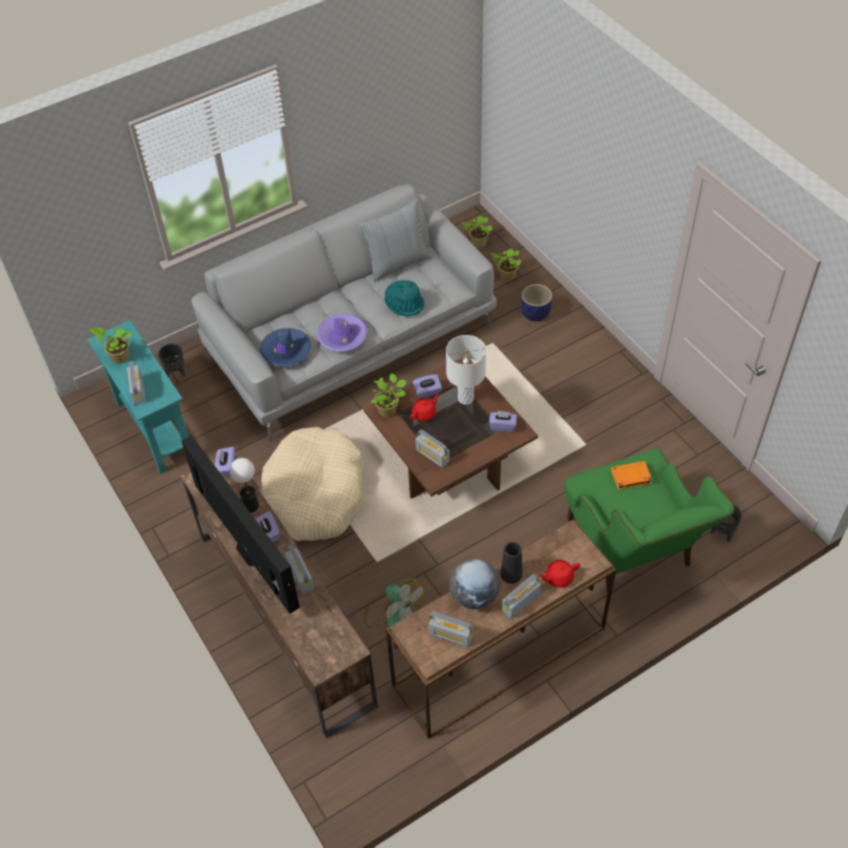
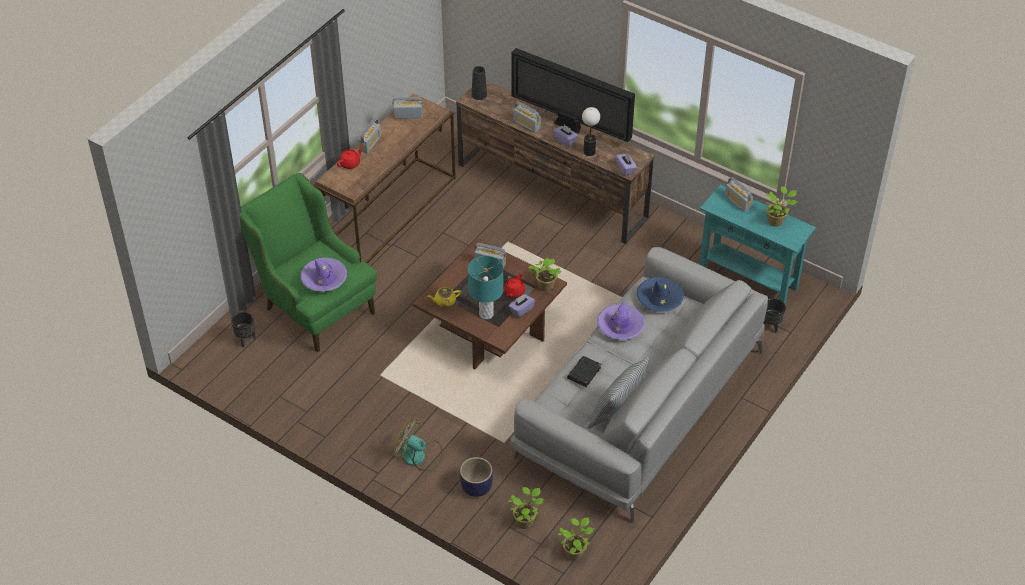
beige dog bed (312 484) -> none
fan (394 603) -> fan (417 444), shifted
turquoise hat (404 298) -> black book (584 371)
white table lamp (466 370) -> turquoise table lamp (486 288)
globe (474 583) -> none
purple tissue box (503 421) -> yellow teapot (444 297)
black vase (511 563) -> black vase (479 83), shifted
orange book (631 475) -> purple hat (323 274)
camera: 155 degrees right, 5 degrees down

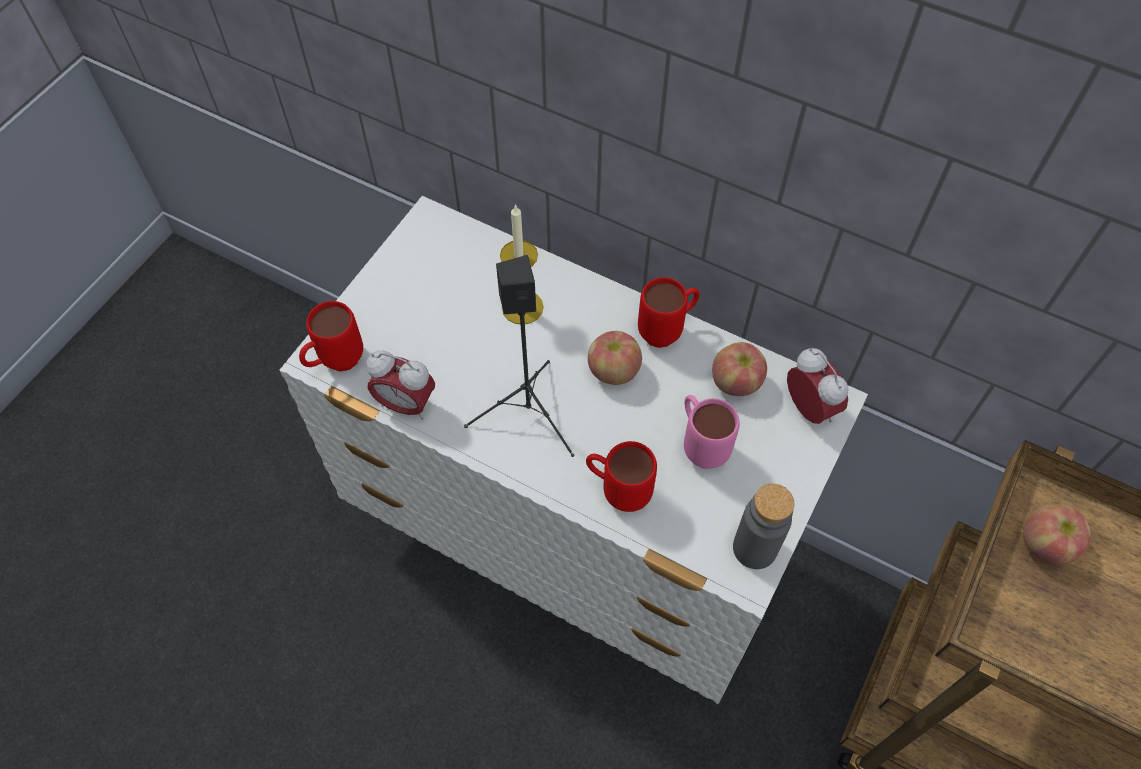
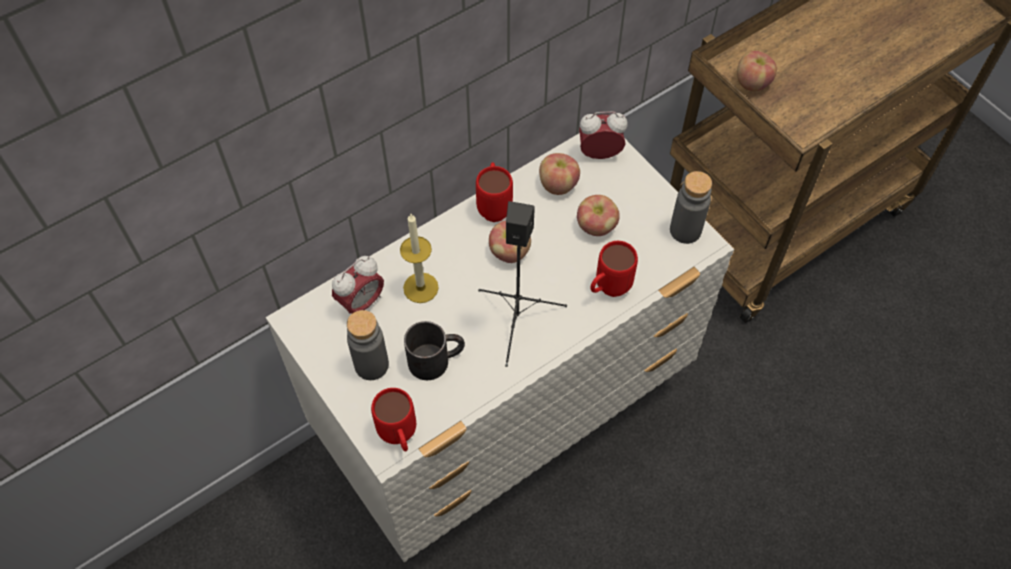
alarm clock (400 385) -> alarm clock (358 285), shifted
pink mug (712 432) -> apple (598 215)
none -> grey bottle (368 345)
none -> black mug (434 350)
camera: 65 degrees left, 0 degrees up

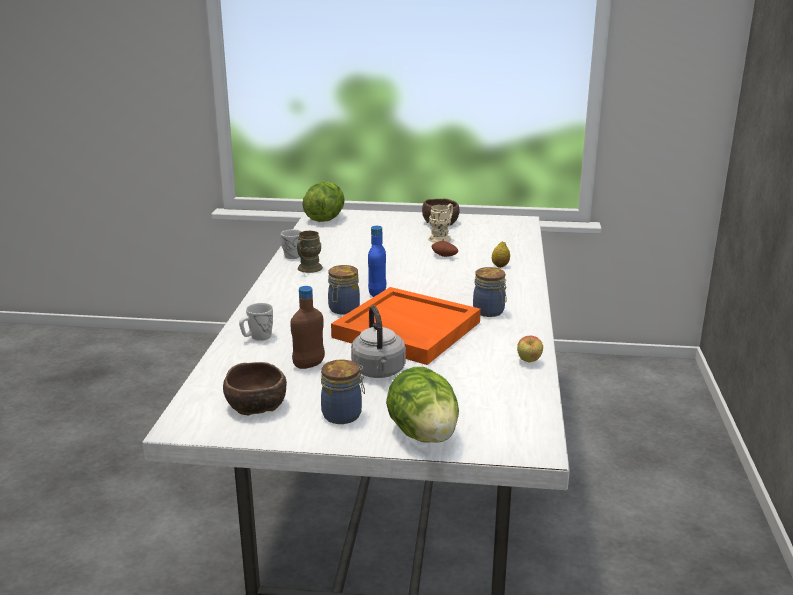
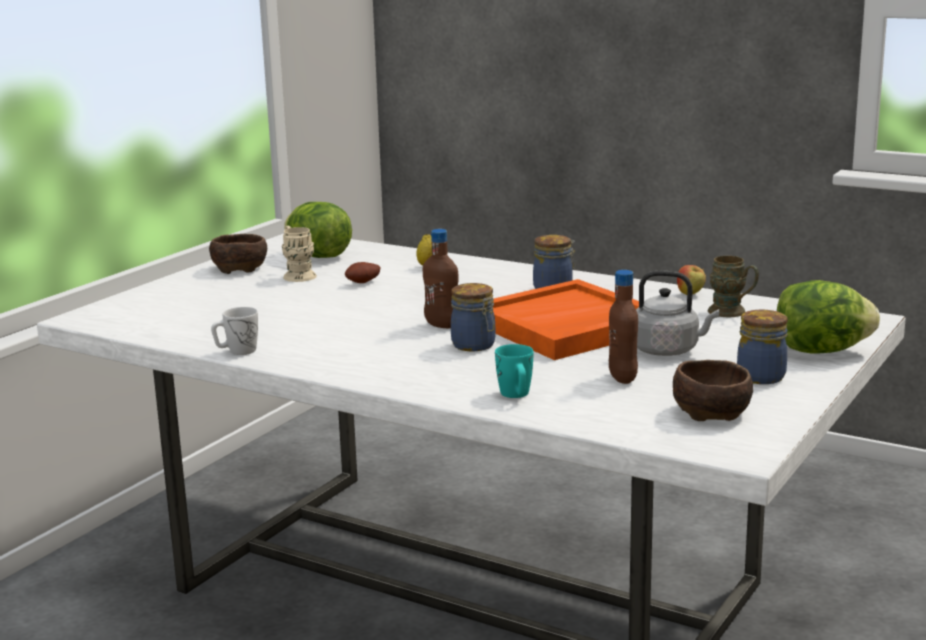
white mug (256 322) -> turquoise mug (514 371)
brown mug (310 252) -> brown mug (733 286), shifted
lettuce (323 201) -> lettuce (318 230), shifted
blue bottle (377 261) -> brown bottle (441 278)
camera: 65 degrees left, 5 degrees down

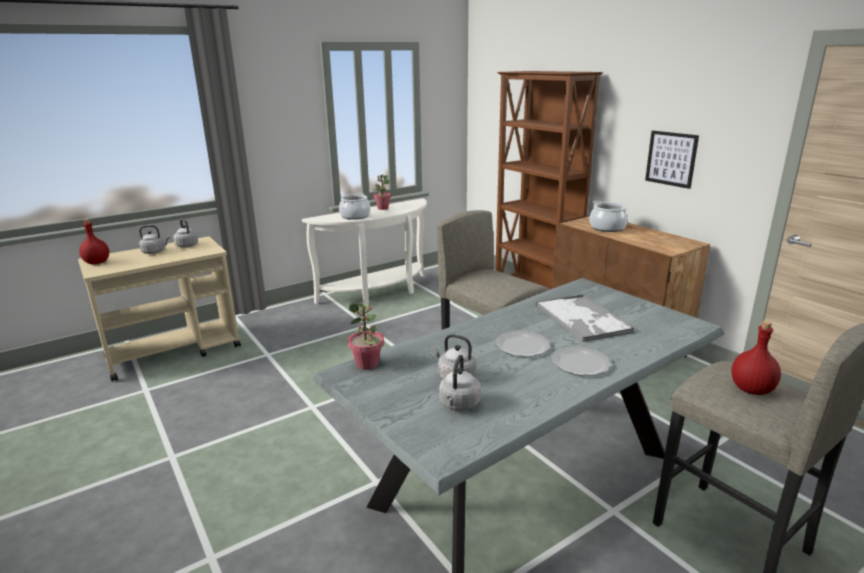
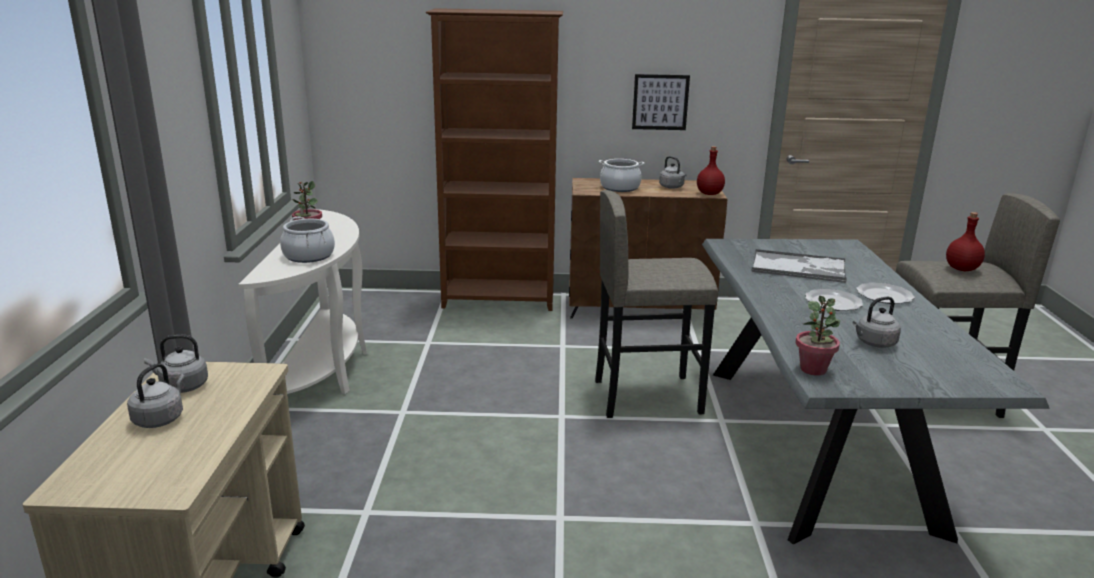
red bottle (94 242) -> red bottle (711 170), shifted
grey kettle (460 383) -> grey kettle (673 172), shifted
camera: 55 degrees left, 0 degrees up

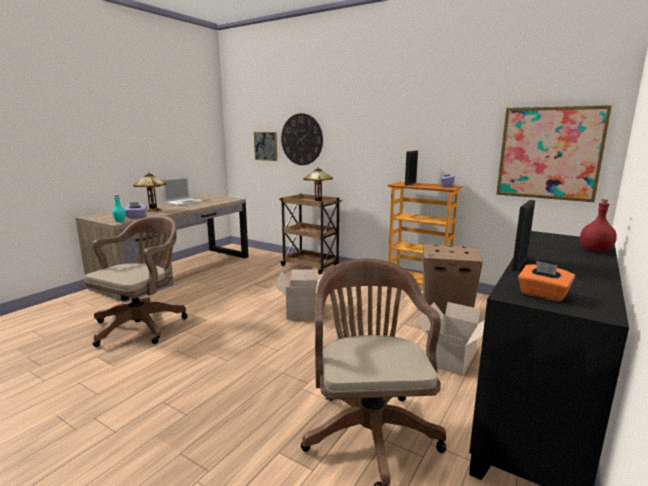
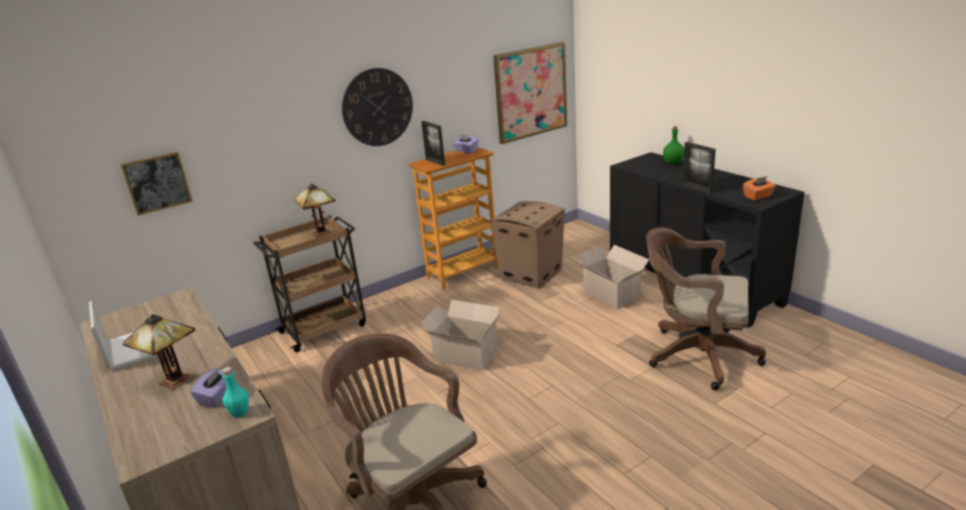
wall clock (302 139) -> wall clock (377 107), shifted
red bottle (598 225) -> green bottle (673 145)
camera: 65 degrees left, 10 degrees up

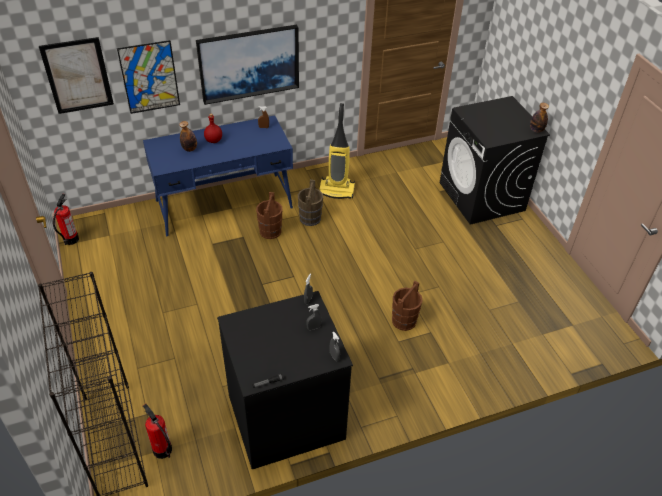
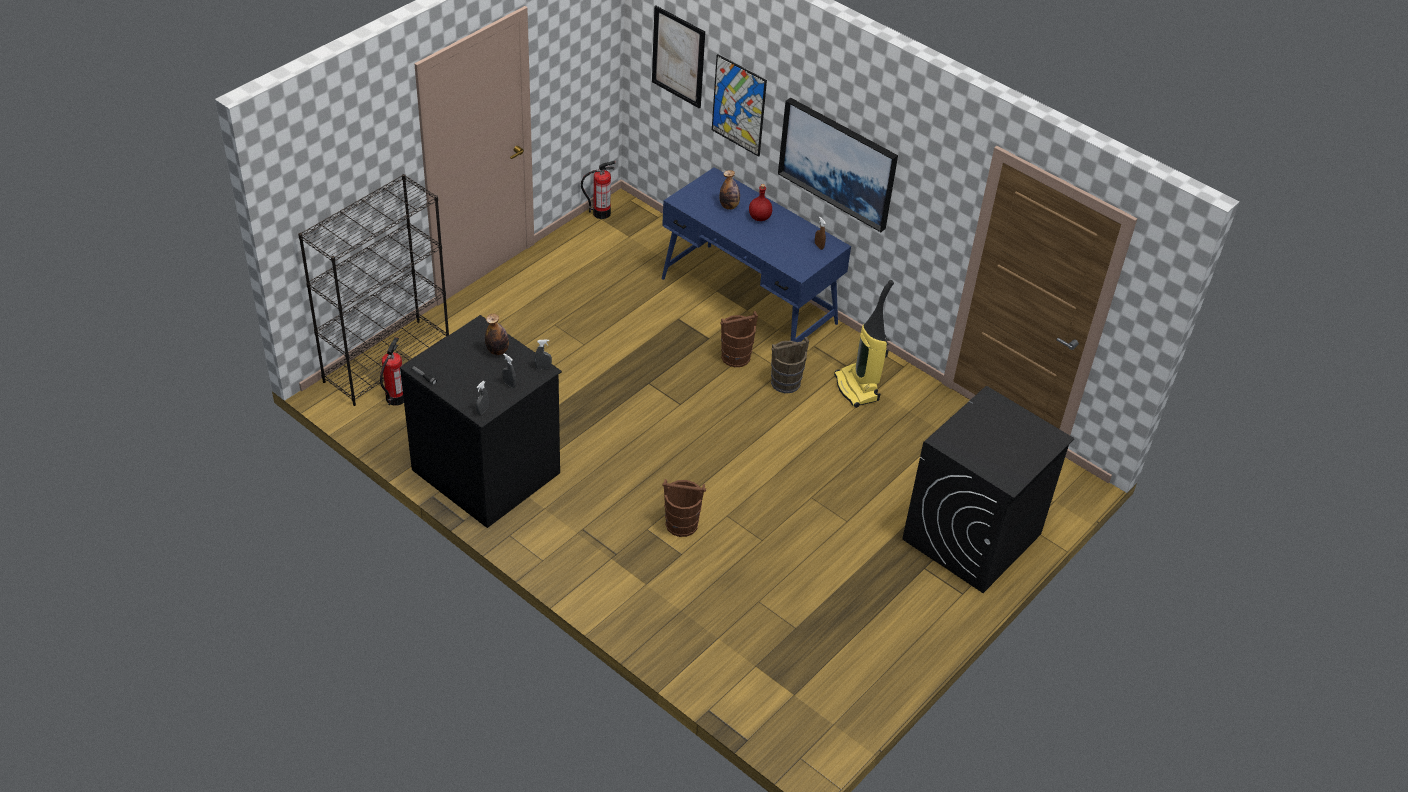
bottle (539 118) -> bottle (497 334), shifted
camera: 60 degrees right, 0 degrees up

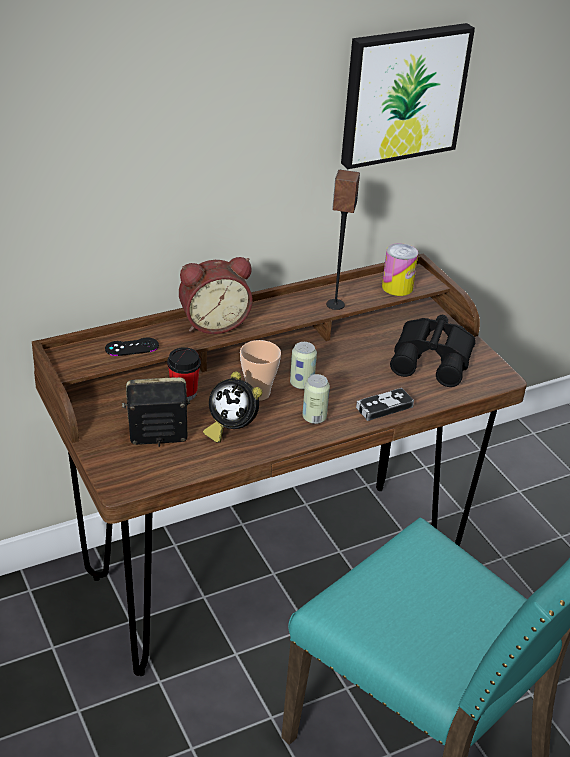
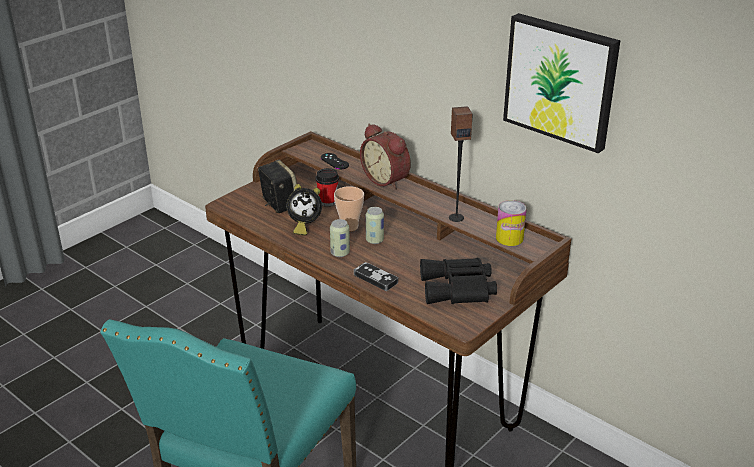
alarm clock (232 407) -> alarm clock (304 210), 105 degrees counterclockwise
camera: 70 degrees right, 5 degrees down

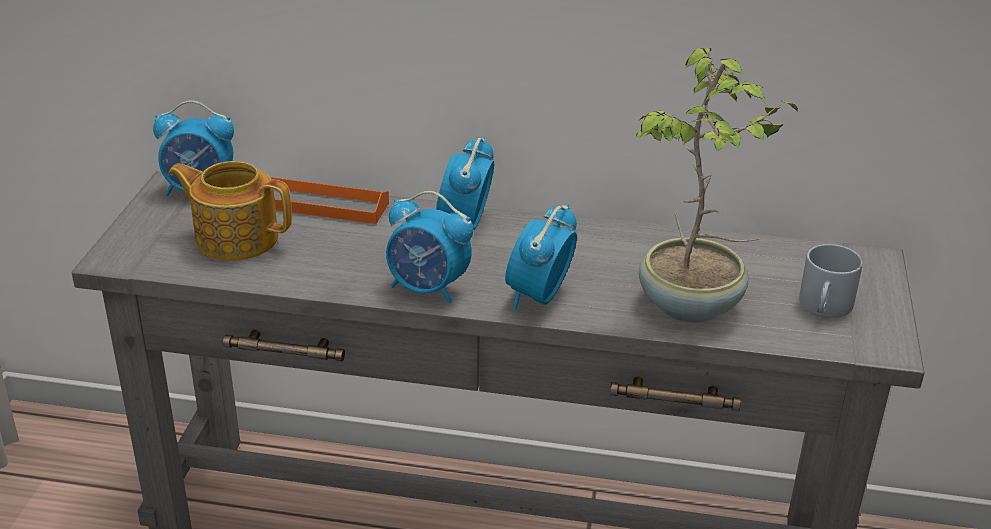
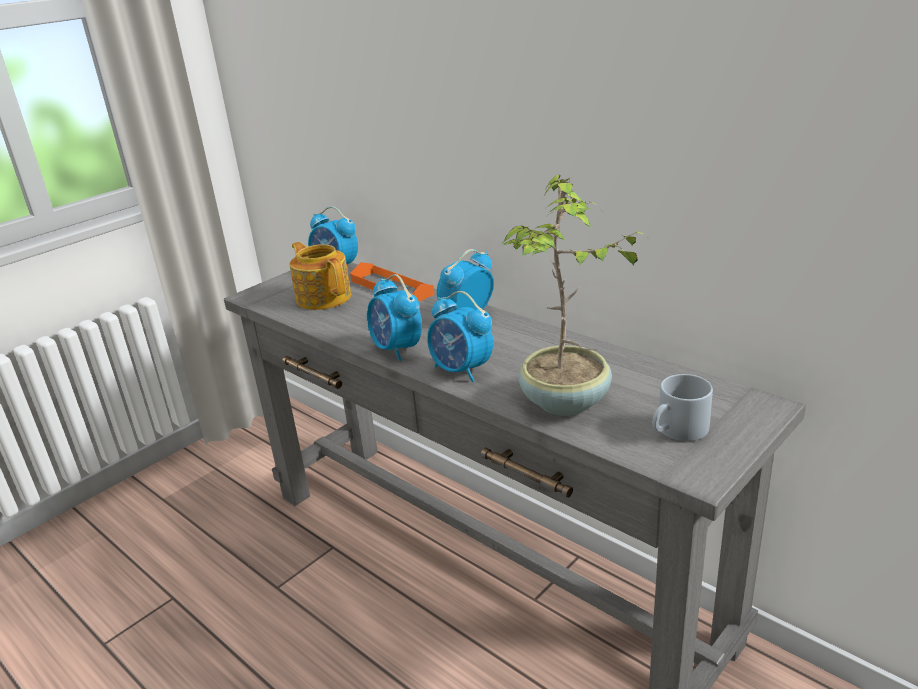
alarm clock (541 257) -> alarm clock (460 336), 105 degrees counterclockwise
camera: 35 degrees right, 5 degrees down

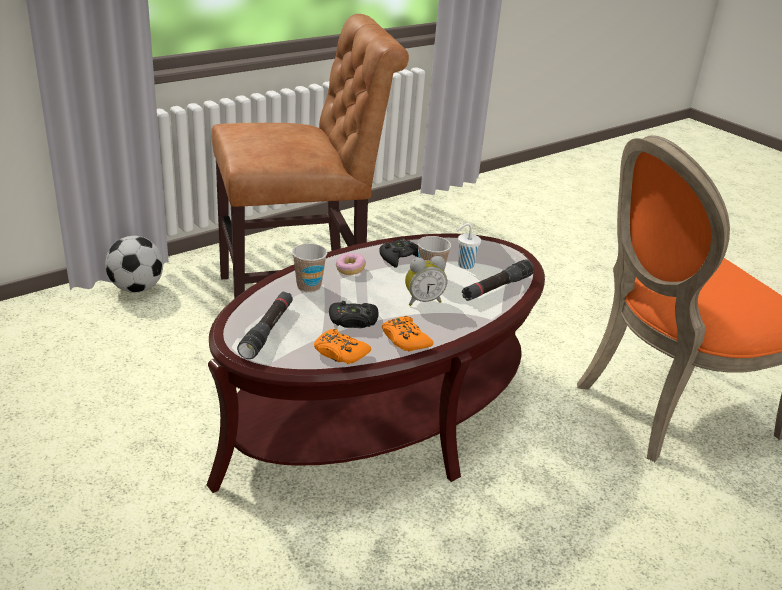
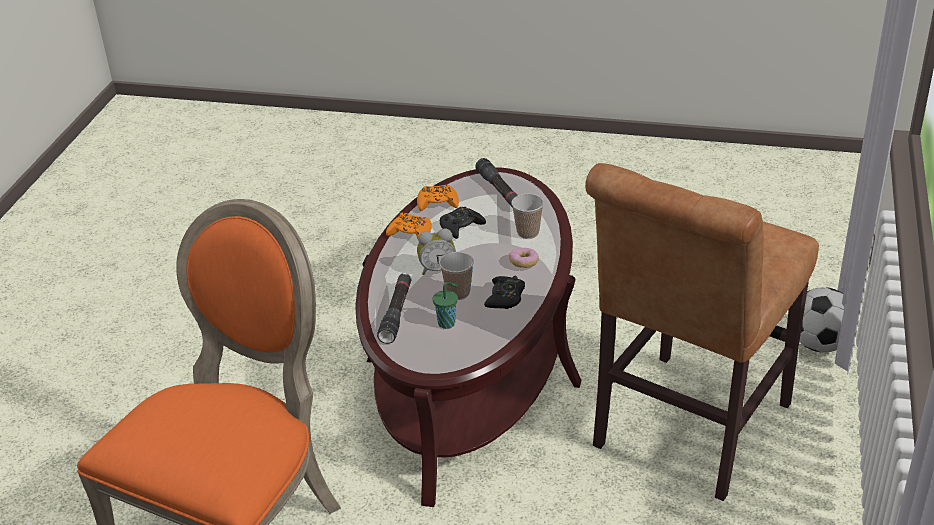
alarm clock (426 281) -> alarm clock (436 251), 135 degrees counterclockwise
white cup (469 246) -> green cup (445 305)
camera: 145 degrees right, 5 degrees up

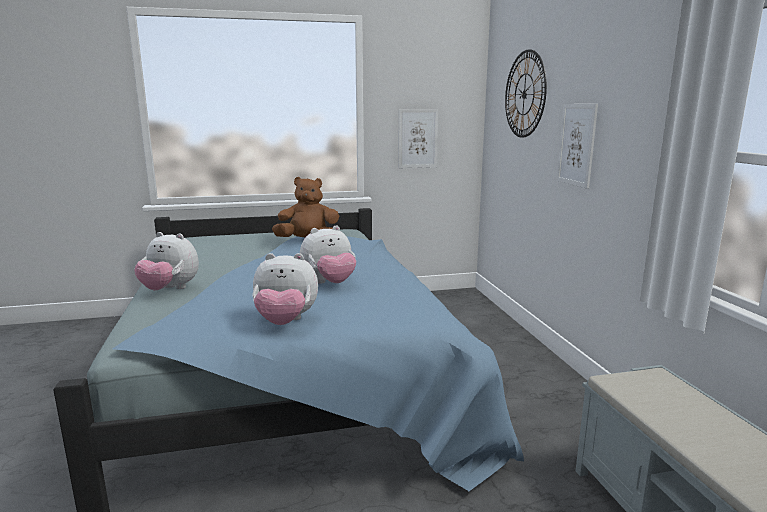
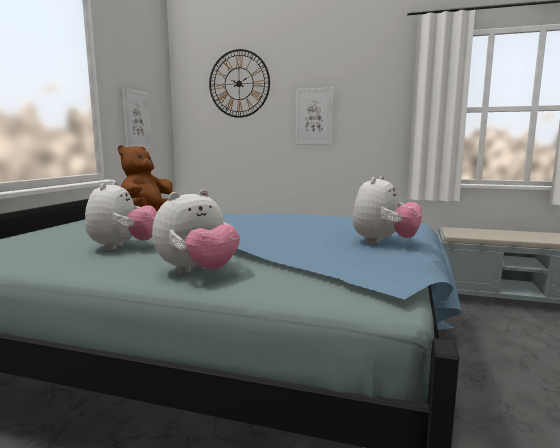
plush toy (328 254) -> plush toy (121 216), shifted
camera: 60 degrees left, 5 degrees down

